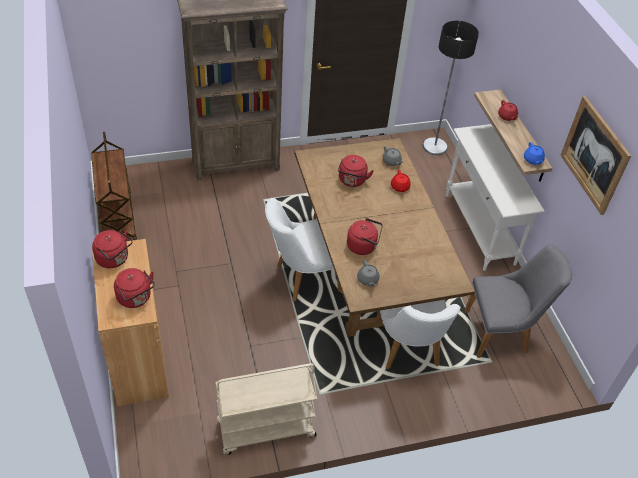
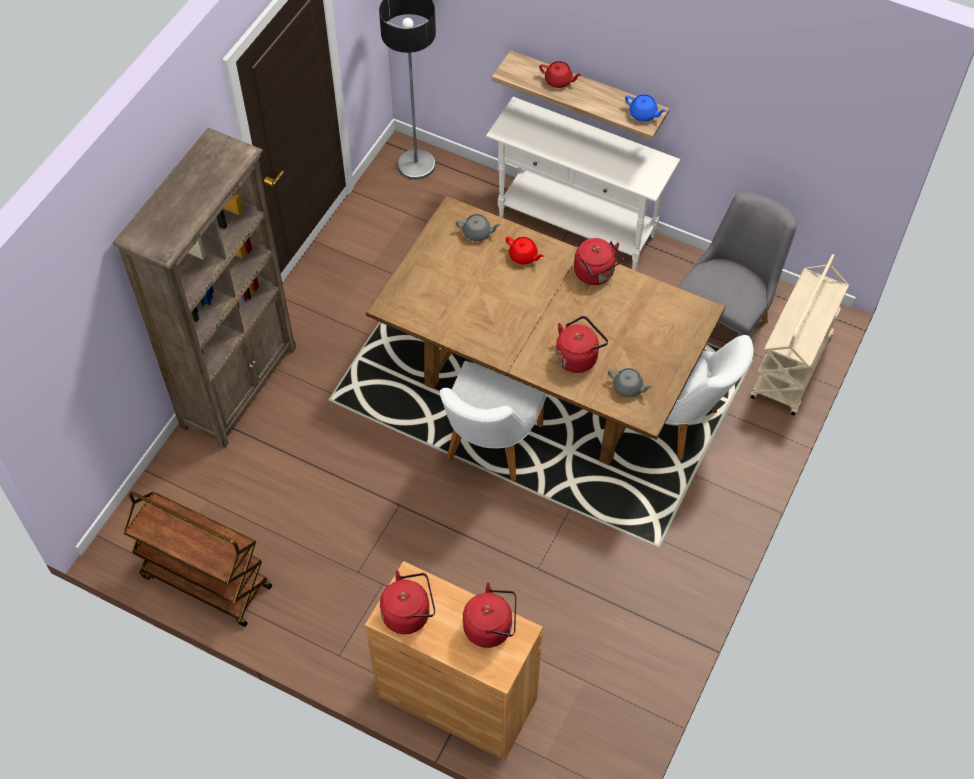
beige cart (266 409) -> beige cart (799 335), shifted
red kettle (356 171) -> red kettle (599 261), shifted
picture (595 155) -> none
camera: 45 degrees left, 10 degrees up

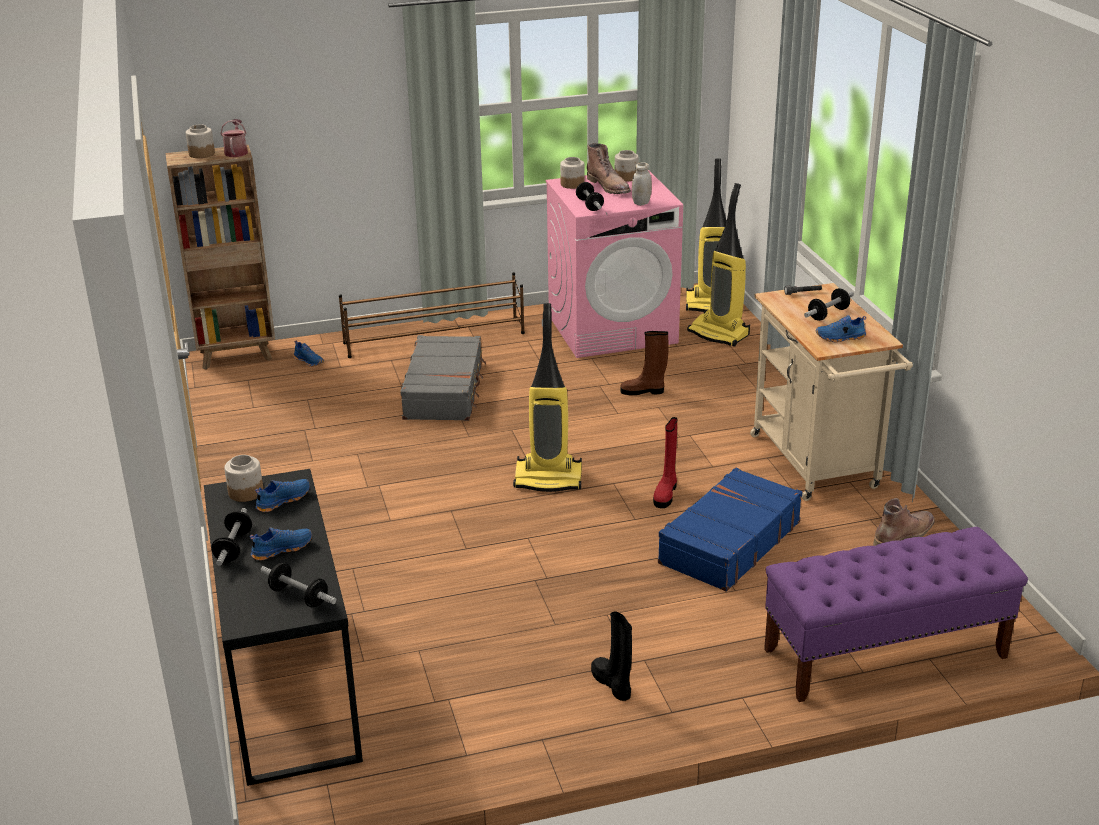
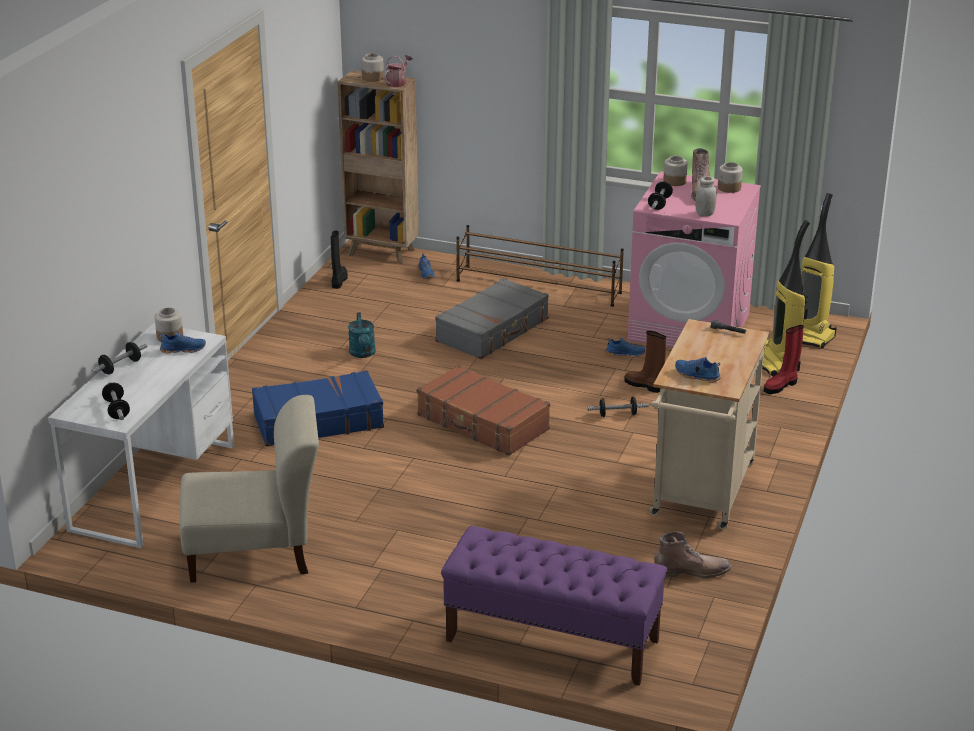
black desk (283 627) -> white desk (141 435)
blue shoe (281 543) -> blue shoe (625 347), shifted
vacuum cleaner (547 397) -> brown suitcase (483 410)
black boot (611 656) -> black boot (339 260), shifted
red boot (665 462) -> red boot (784 359), shifted
blue suitcase (730 530) -> blue suitcase (318 408), shifted
dumbbell (829 304) -> dumbbell (618 407), shifted
none -> beige chair (249 489)
none -> turquoise watering can (362 335)
camera: 35 degrees right, 0 degrees up

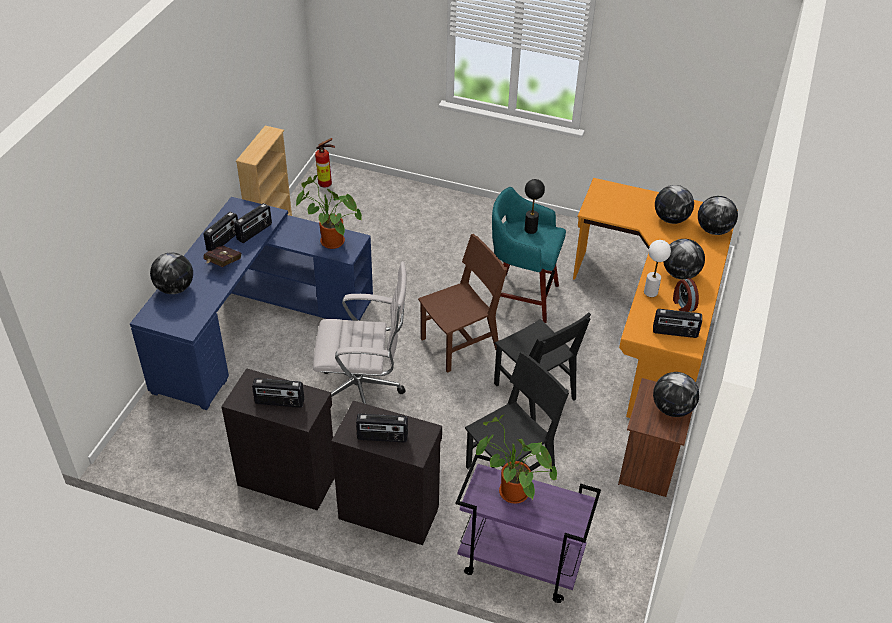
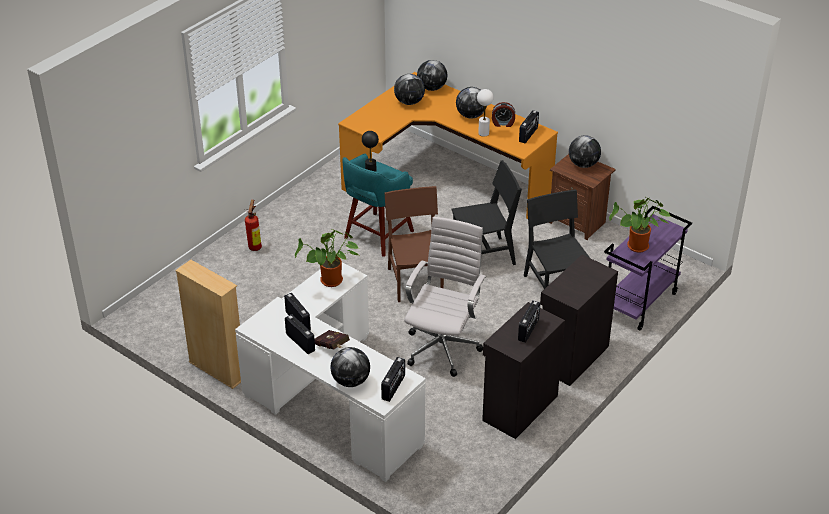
blue desk (251 303) -> white desk (330 372)
fire extinguisher (325 163) -> fire extinguisher (253 225), shifted
radio (382 428) -> radio (393 379), shifted
camera: 70 degrees left, 5 degrees down

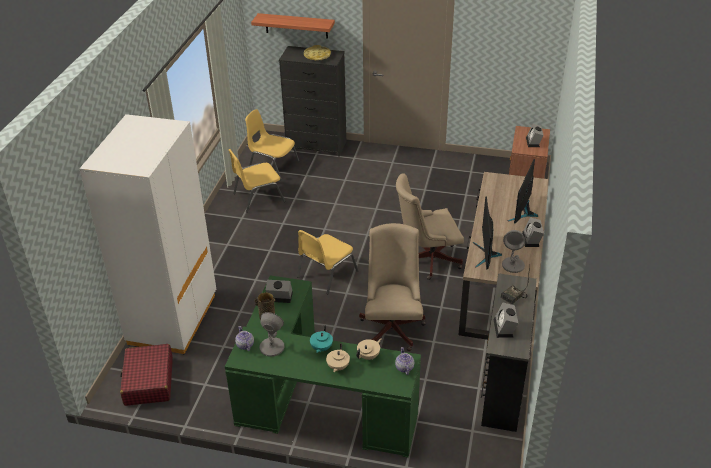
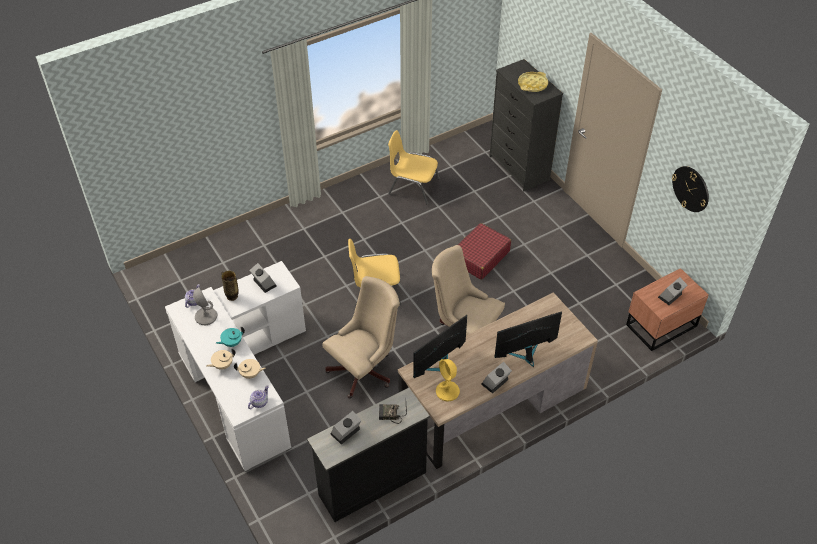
white wardrobe (147 234) -> none
red suitcase (146 375) -> red suitcase (484 251), shifted
green desk (322 366) -> white desk (235 366)
yellow chair (272 144) -> none
shelf (293 25) -> none
grey table lamp (514 251) -> yellow table lamp (448 380)
none -> wall clock (690 189)
camera: 45 degrees right, 10 degrees up

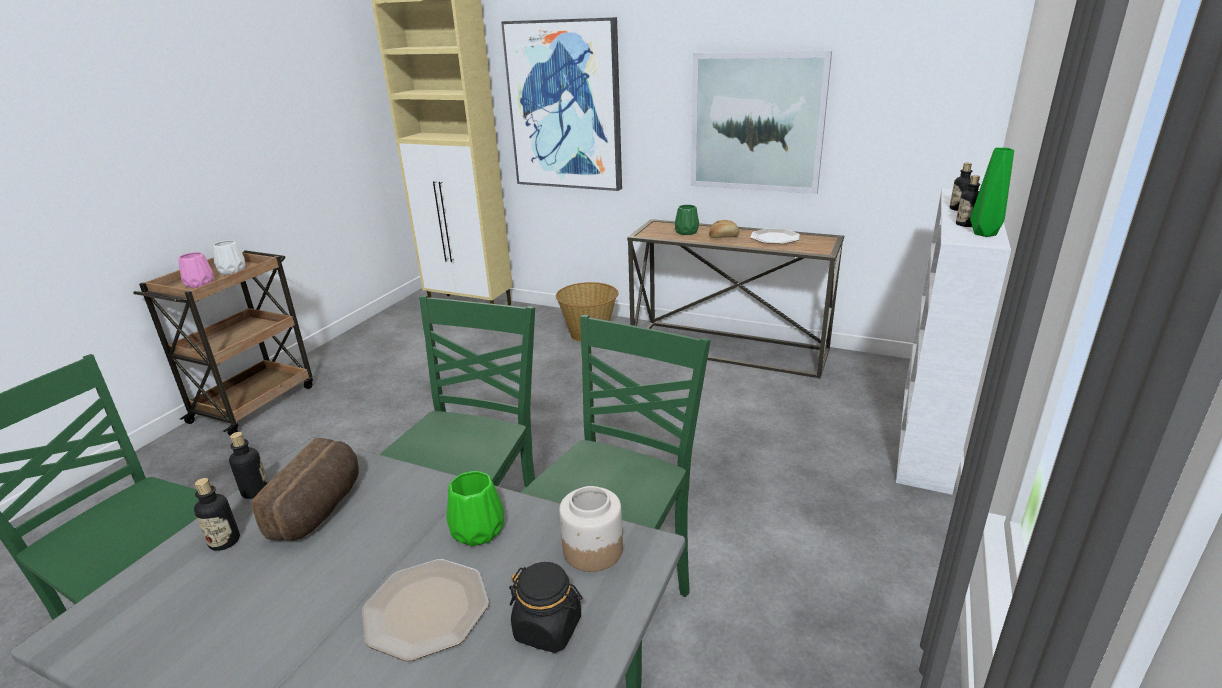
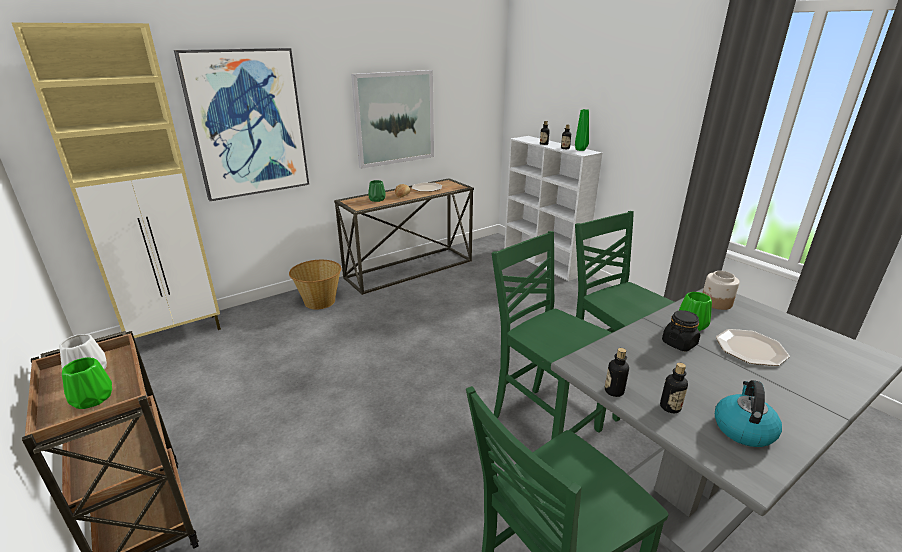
pink vase (196 270) -> green vase (87 383)
bread (305 489) -> none
black jar (545 607) -> black jar (681 330), shifted
none -> kettle (748 413)
camera: 60 degrees left, 0 degrees up

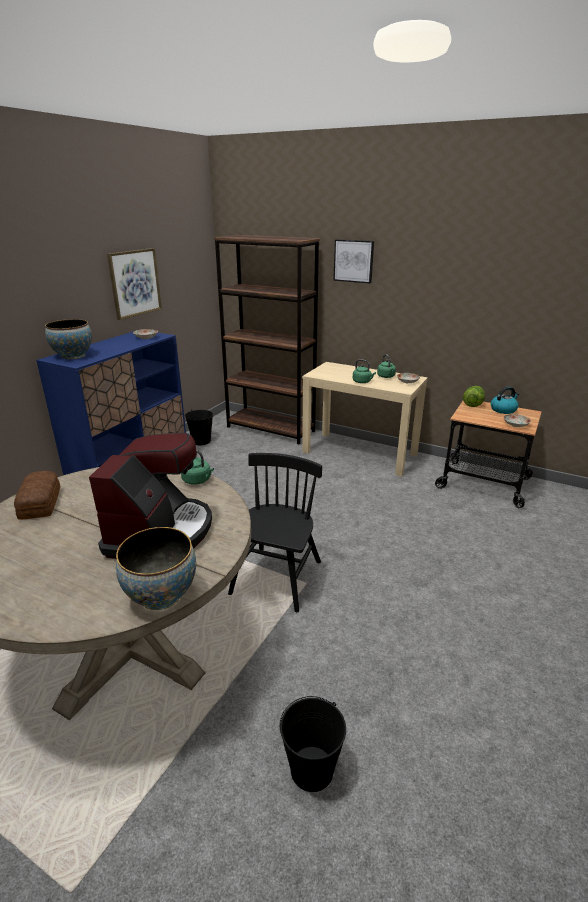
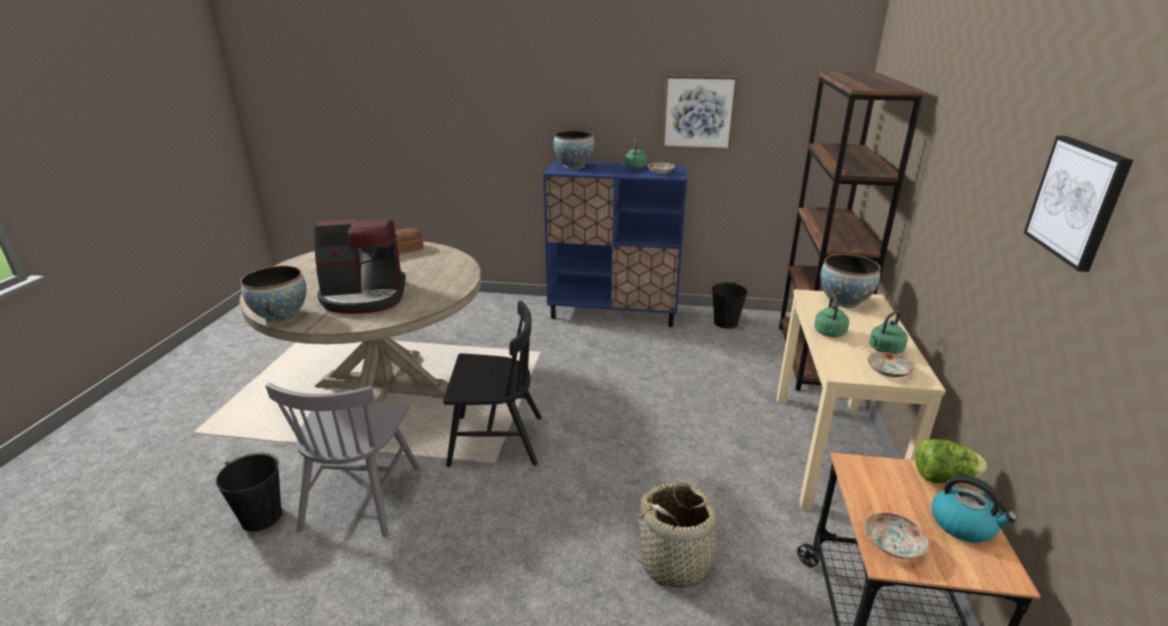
green kettle (197 467) -> green kettle (636 154), shifted
picture (353 261) -> picture (1078 204), shifted
none -> grey chair (342 460)
none -> basket (682 535)
none -> bowl (850 281)
camera: 70 degrees right, 0 degrees up

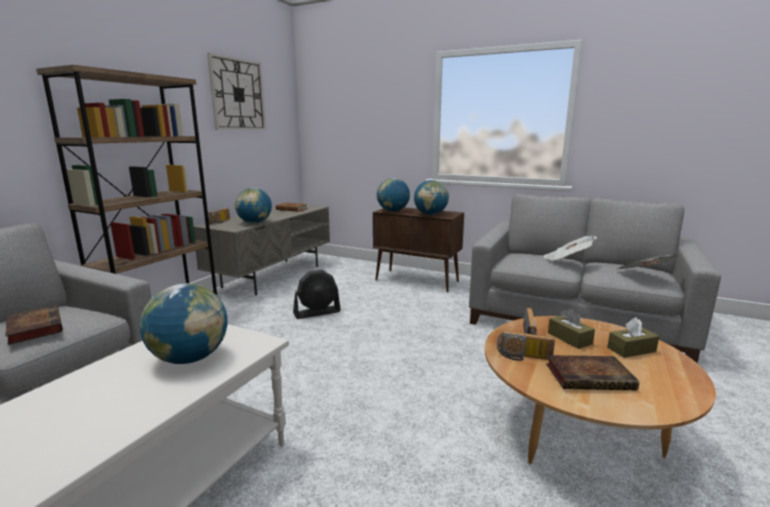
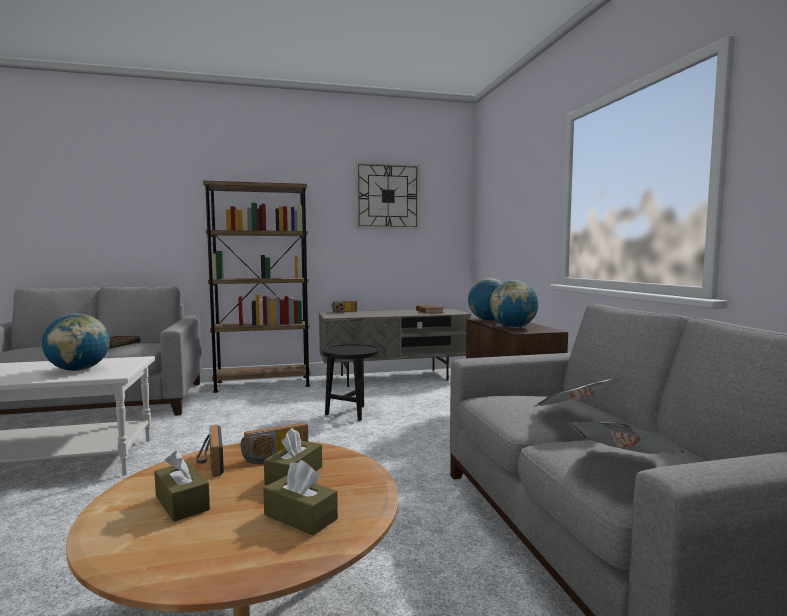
globe (253 205) -> none
black fan (317 294) -> black side table (350 382)
book (592 372) -> brown tissue box (182 486)
camera: 50 degrees right, 10 degrees down

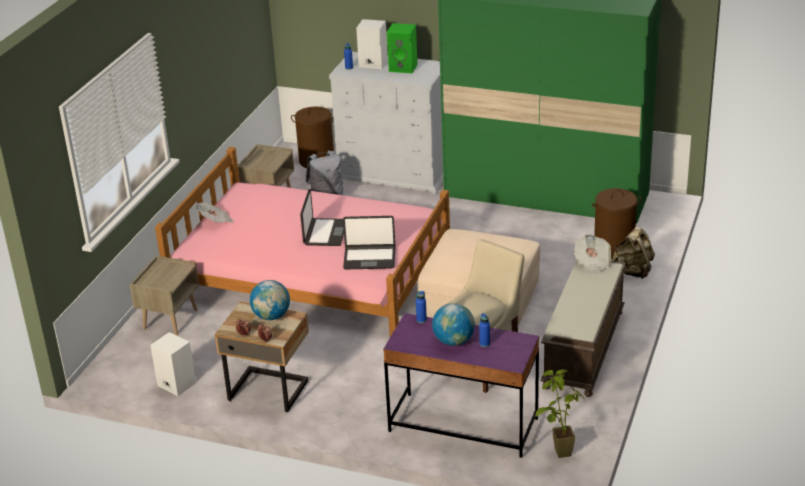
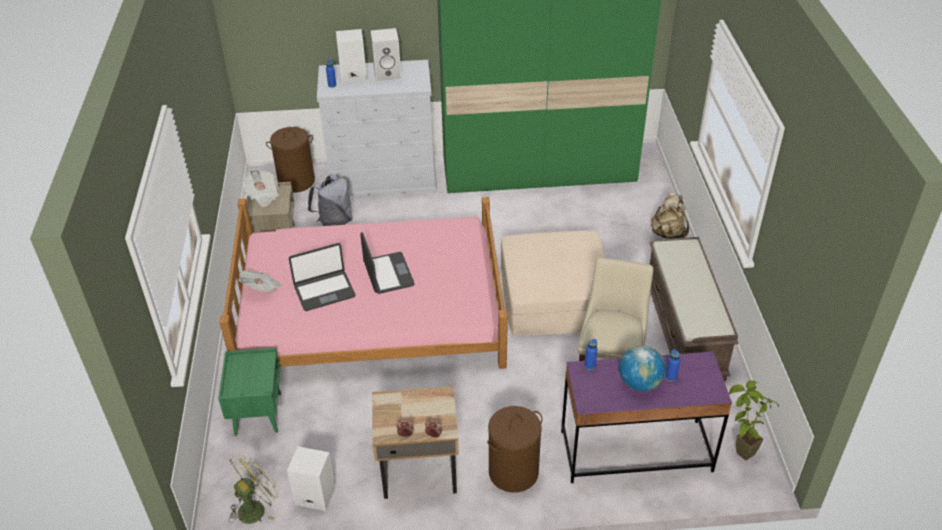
beige nightstand (164 296) -> green nightstand (249 392)
globe (270 300) -> none
laptop (369 242) -> laptop (322 277), shifted
green speaker (402 48) -> white speaker (386 55)
newspaper (592 254) -> newspaper (261 188), shifted
brown laundry basket (616 224) -> brown laundry basket (515 449), shifted
none -> green fan (254 488)
camera: 25 degrees left, 10 degrees up

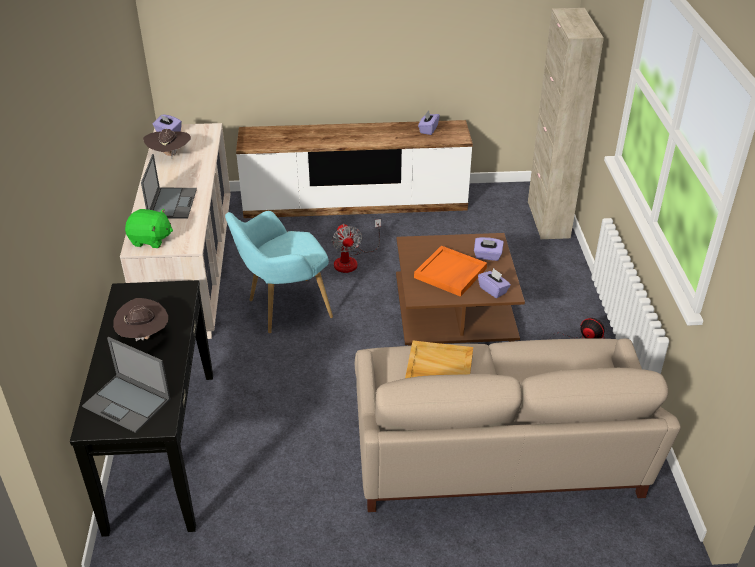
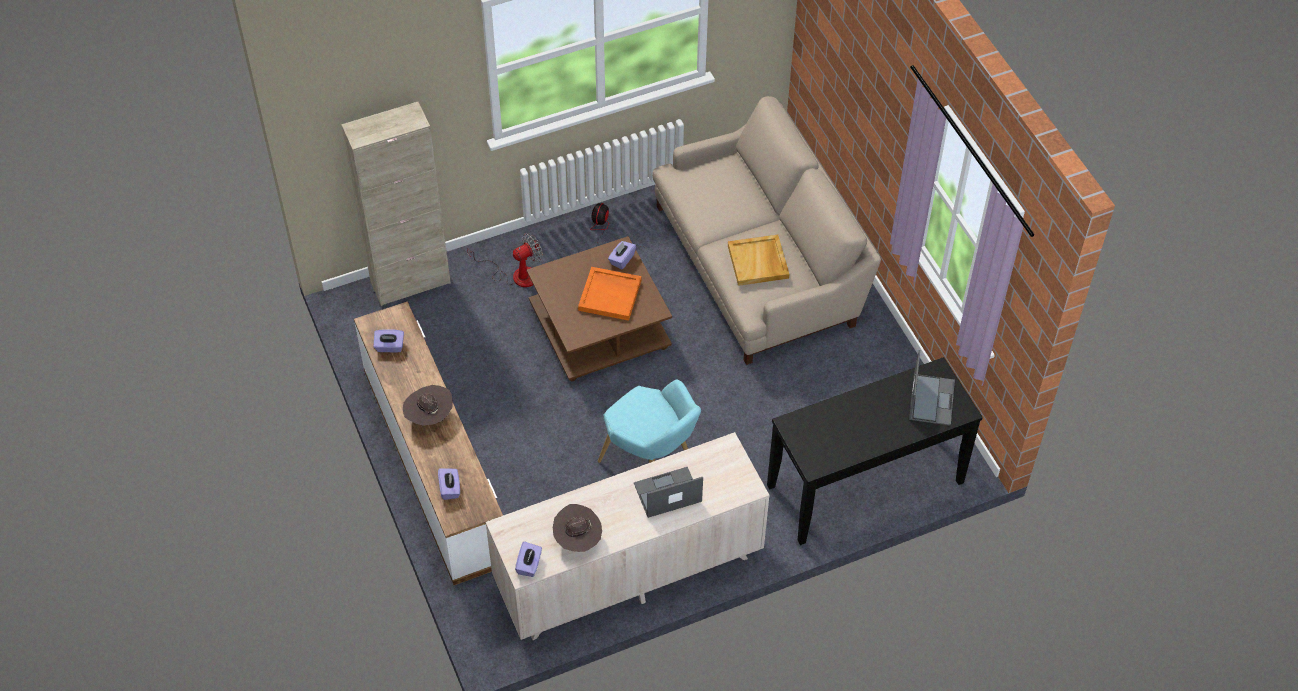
brown hat (140 319) -> brown hat (428 405), shifted
green plush toy (149 228) -> none
fan (356 246) -> fan (505 260), shifted
purple tissue box (489 249) -> purple tissue box (449 484), shifted
camera: 110 degrees left, 15 degrees up

